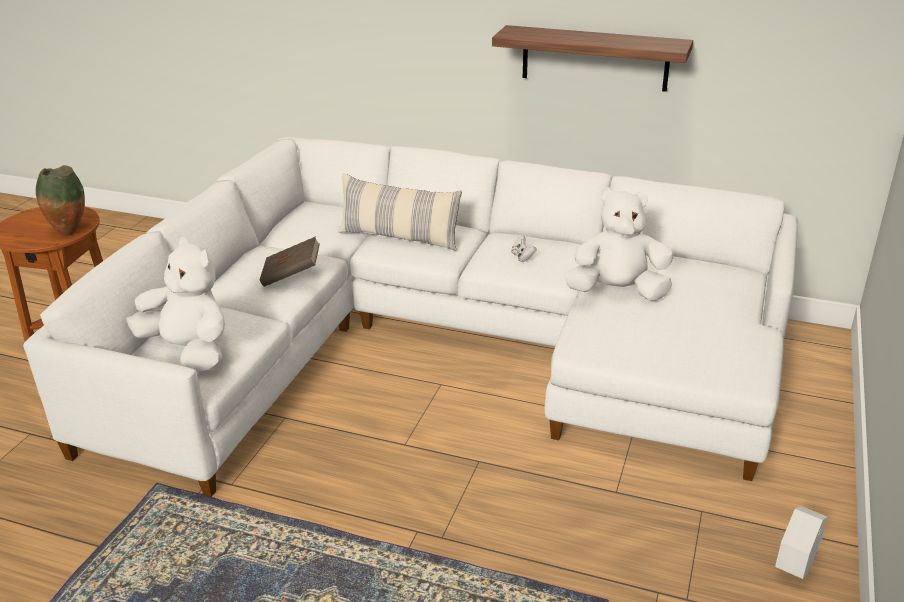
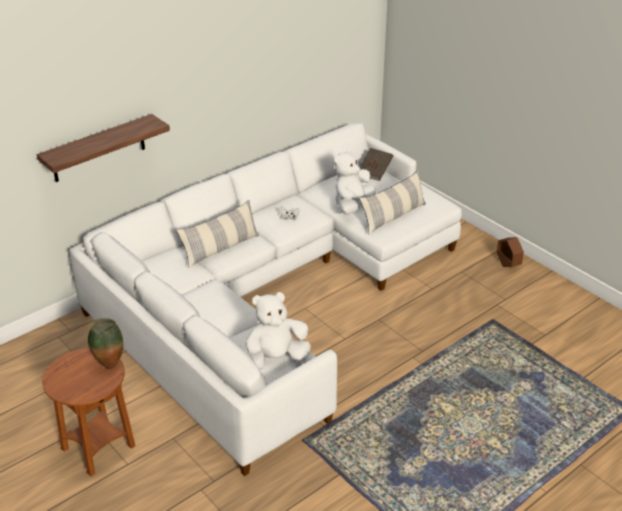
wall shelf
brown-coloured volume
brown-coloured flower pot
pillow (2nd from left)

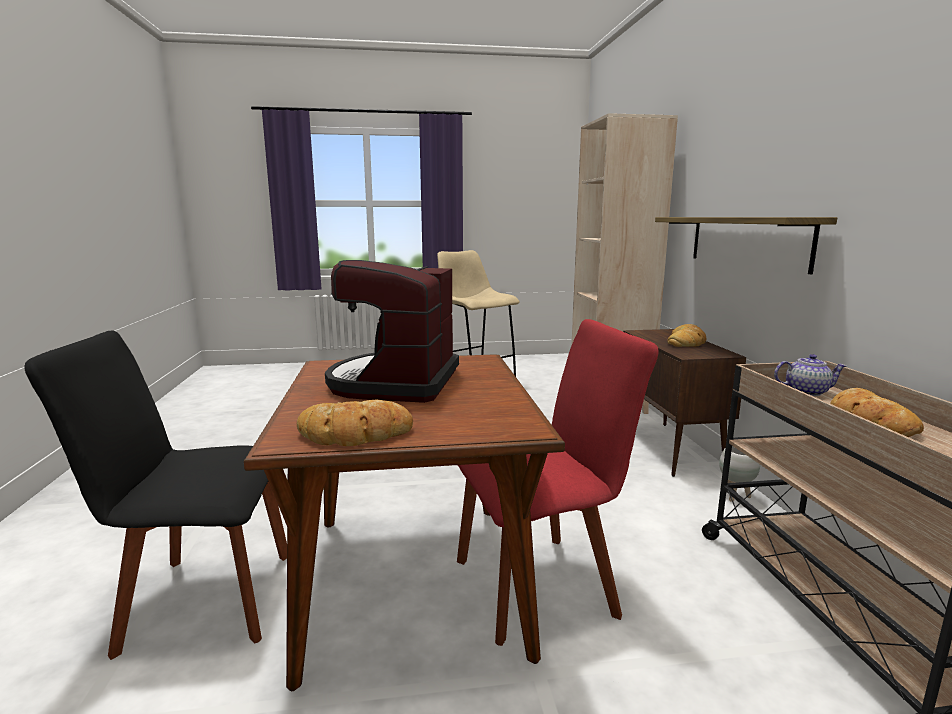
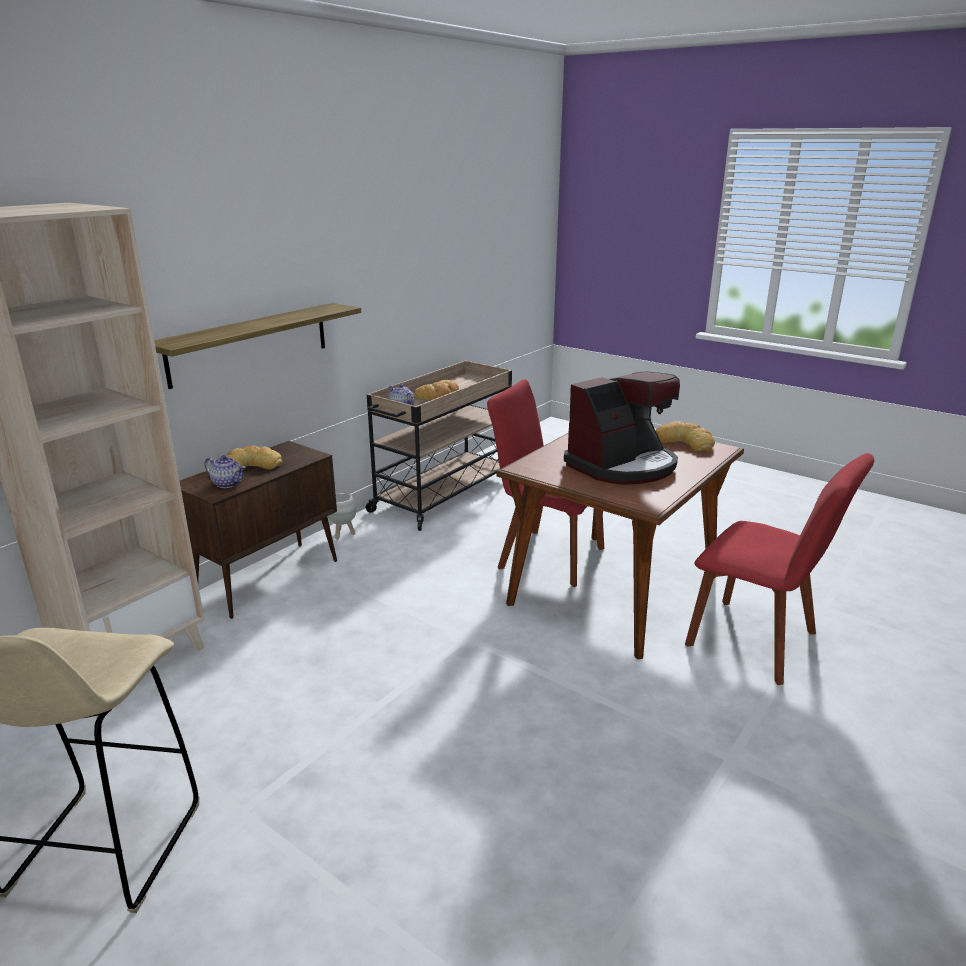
reddish plain chair (2nd from left)
teapot (1st from left)

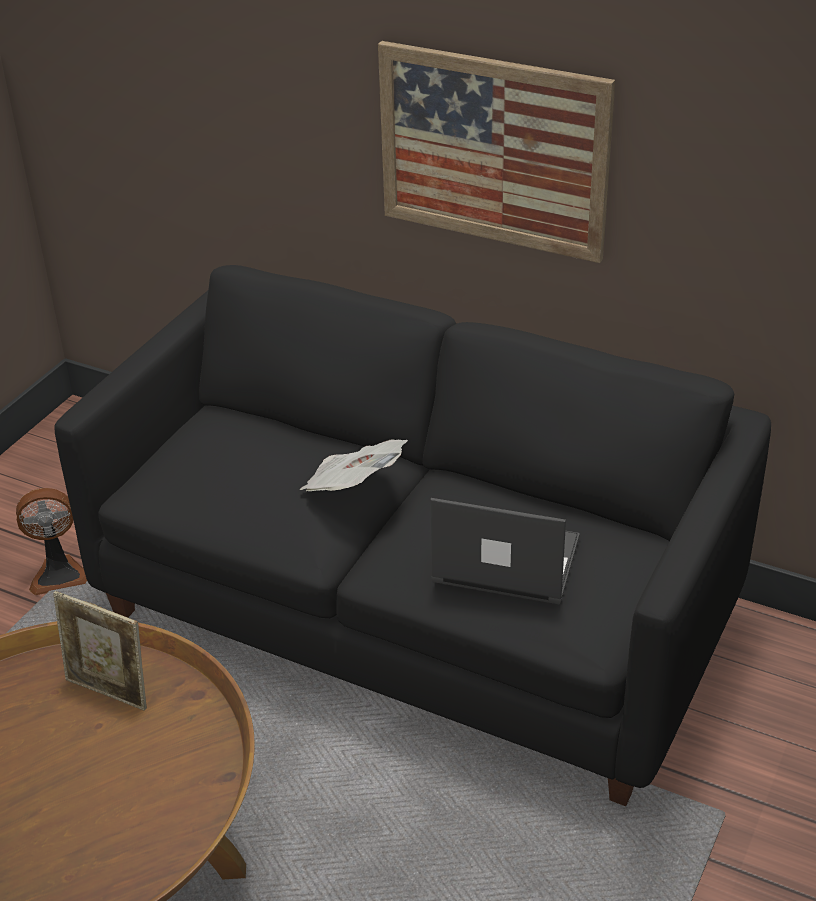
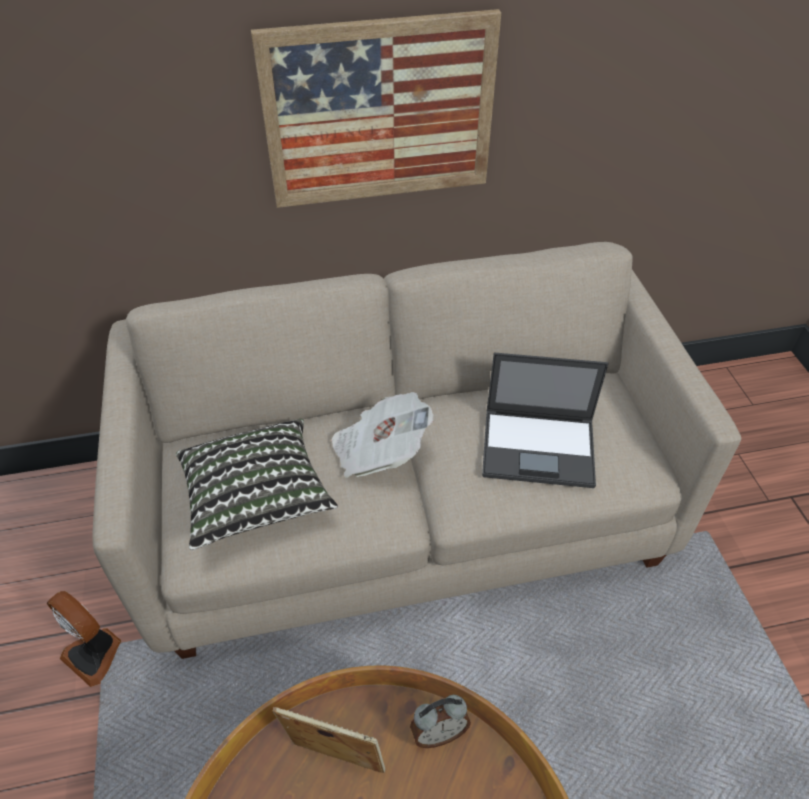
beige settee
cooling fan
laptop
picture frame
pillow
bedside clock

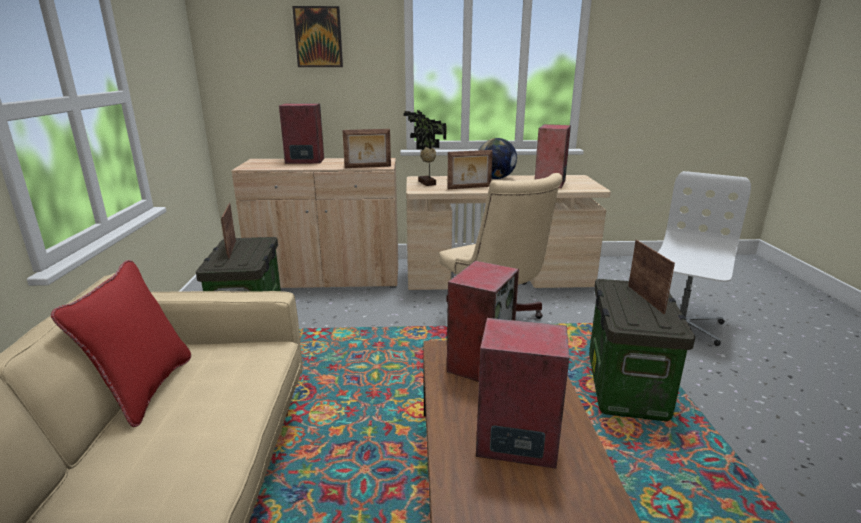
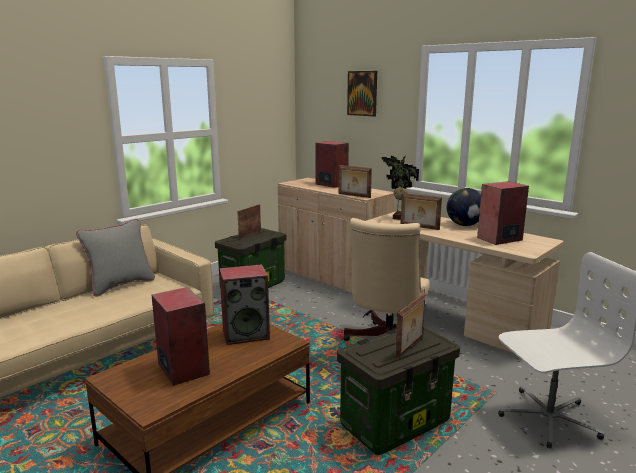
gray pillow

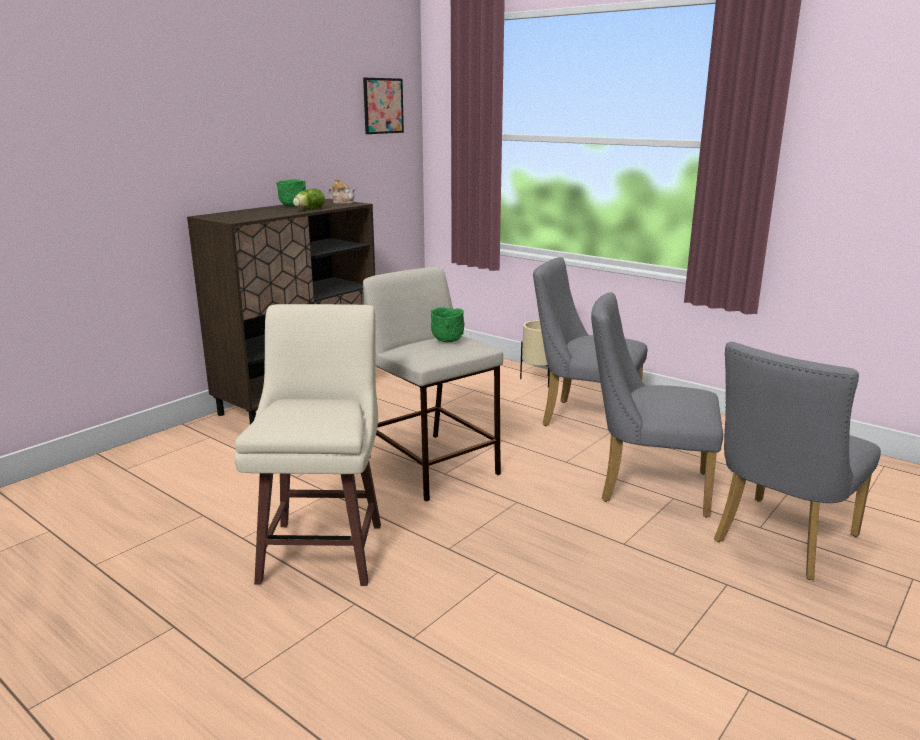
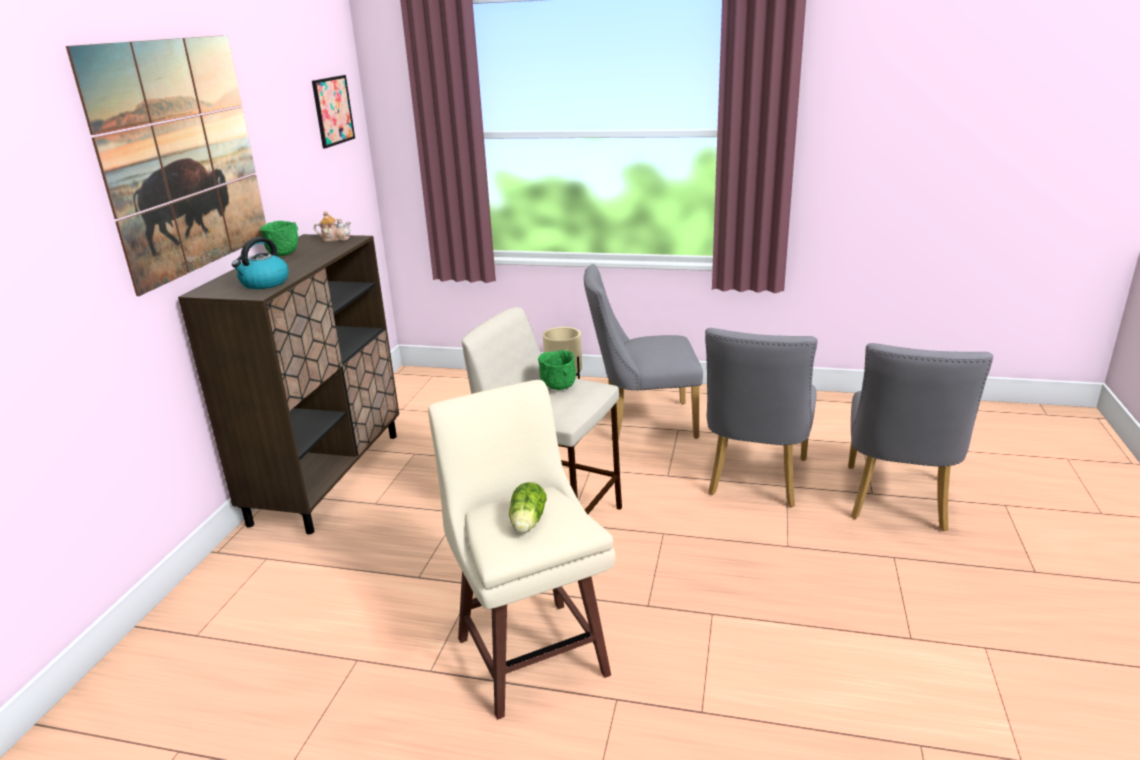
head of lettuce
gray plain chair (2nd from left)
picture (1st from left)
tea kettle

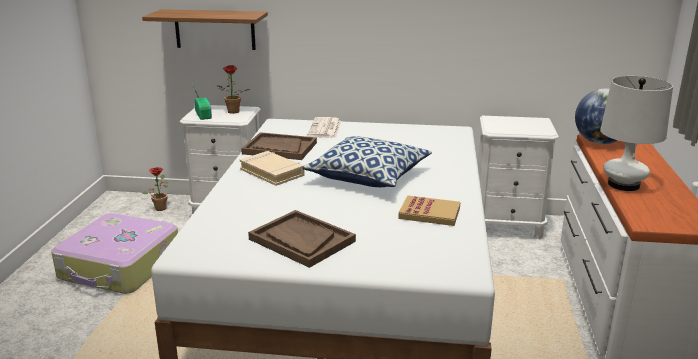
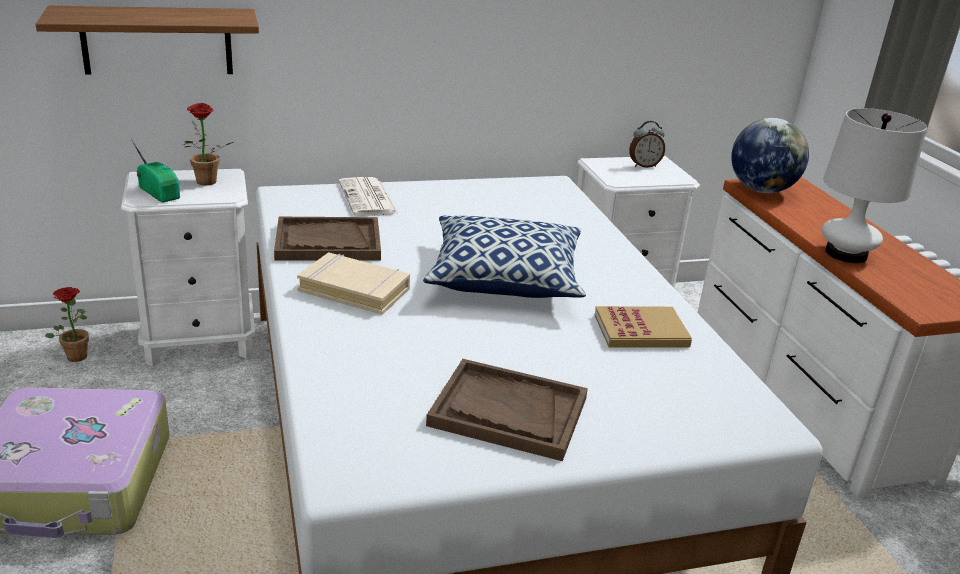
bedside clock

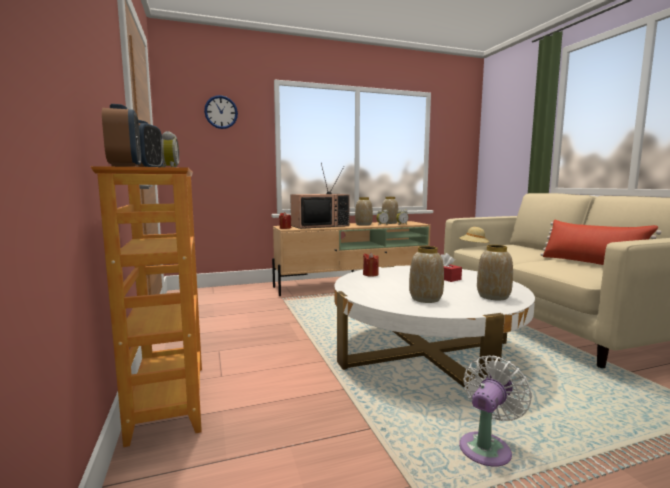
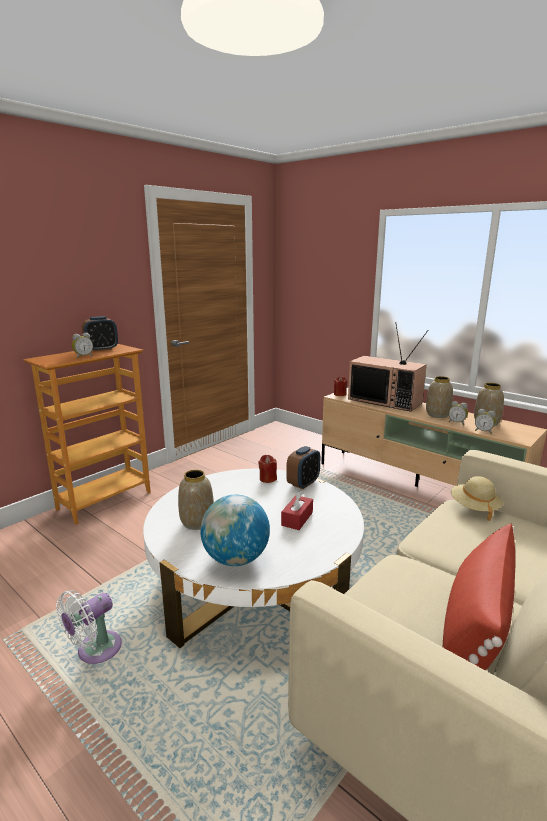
wall clock
bedside clock (3rd from left)
desk globe
whitish cooling fan

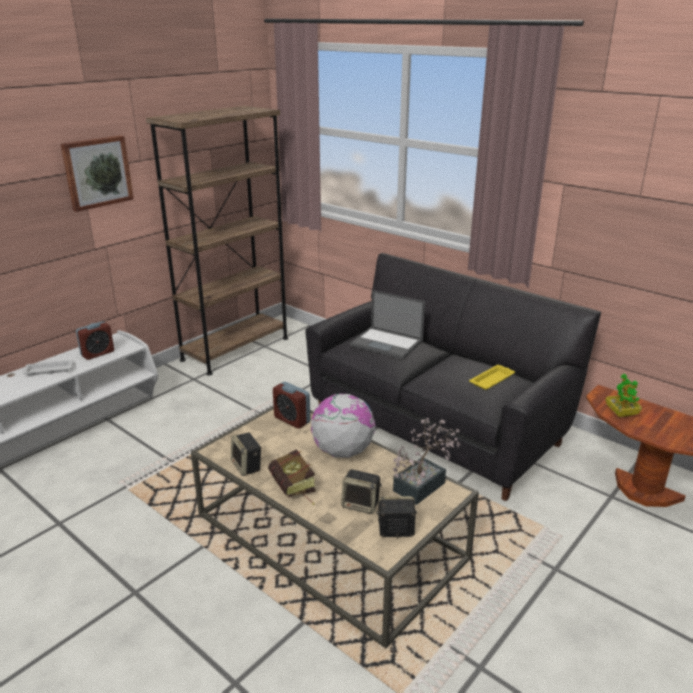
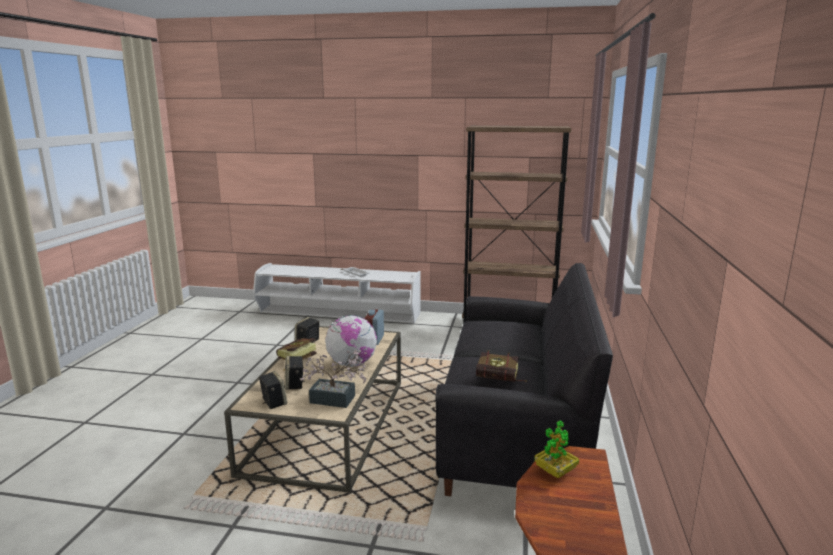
picture
laptop
bedside clock (1st from left in the first image)
volume (2nd from left)

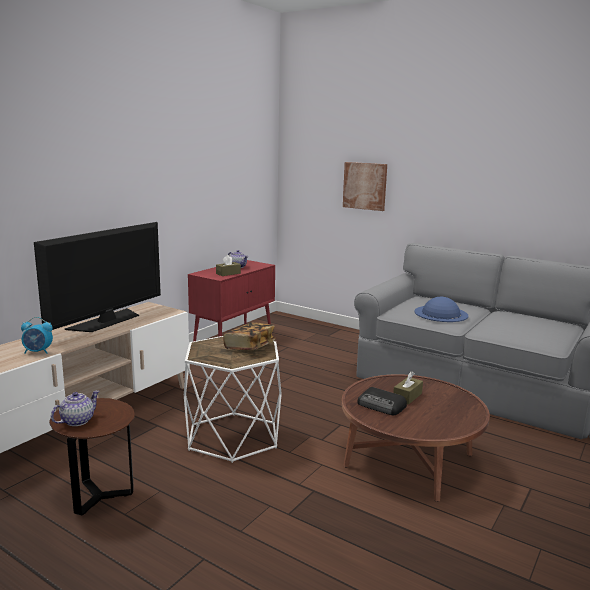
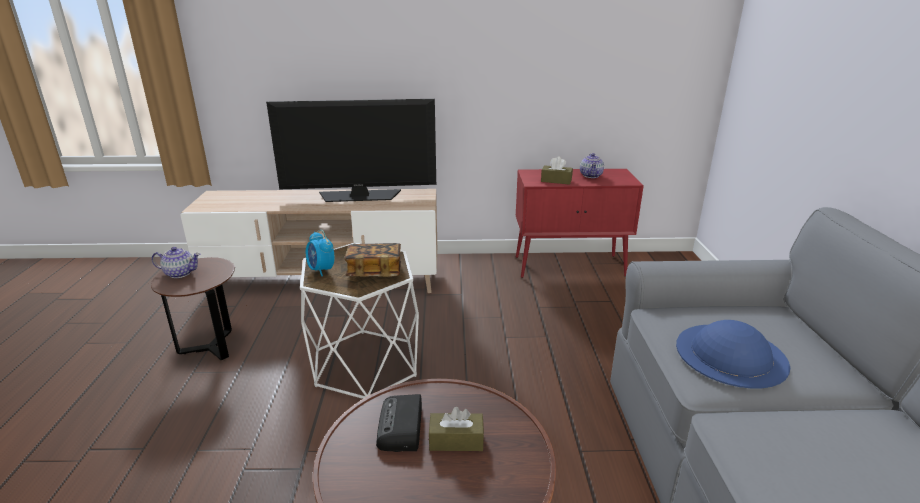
picture
bedside clock

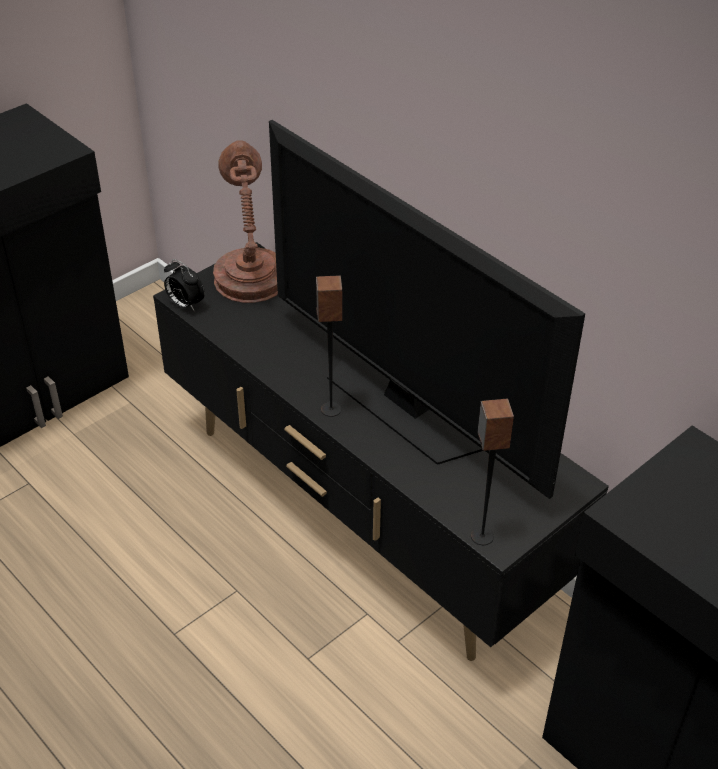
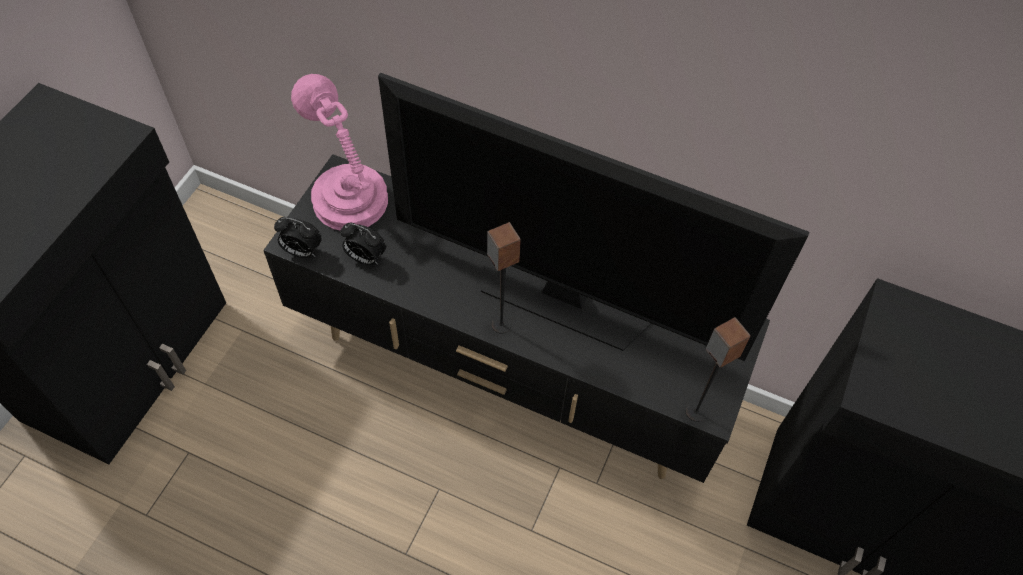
pinkish tabletop lamp
bedside clock (2nd from left)

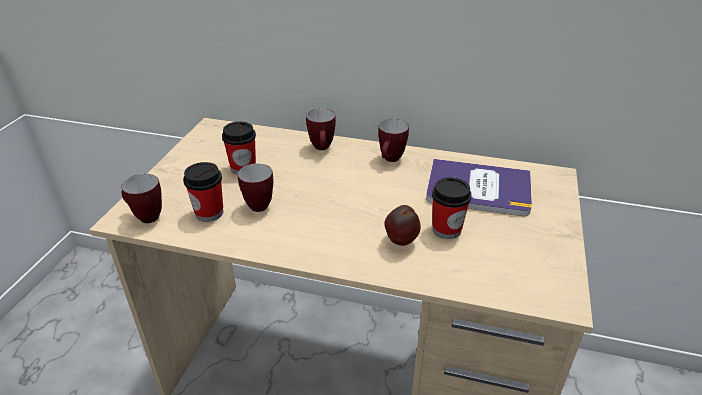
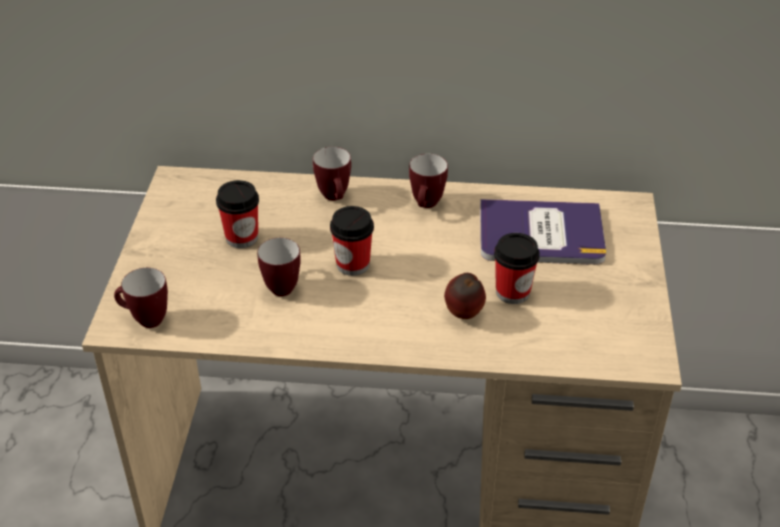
small cup (2nd from left)

